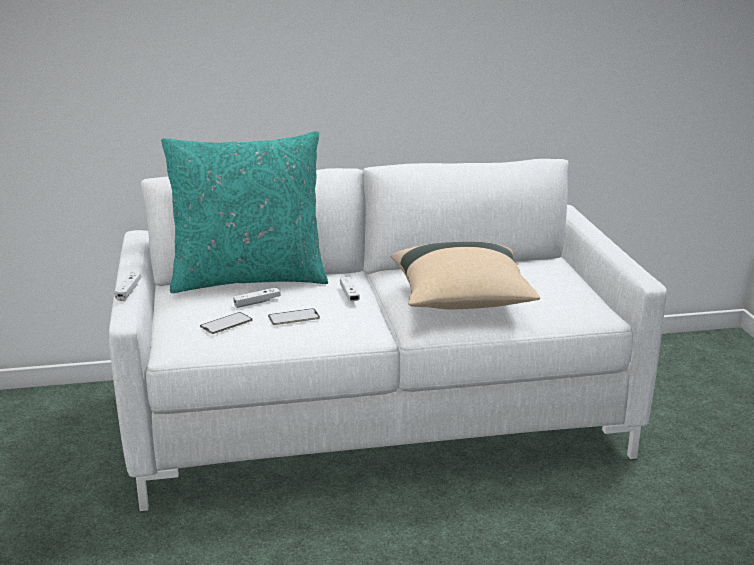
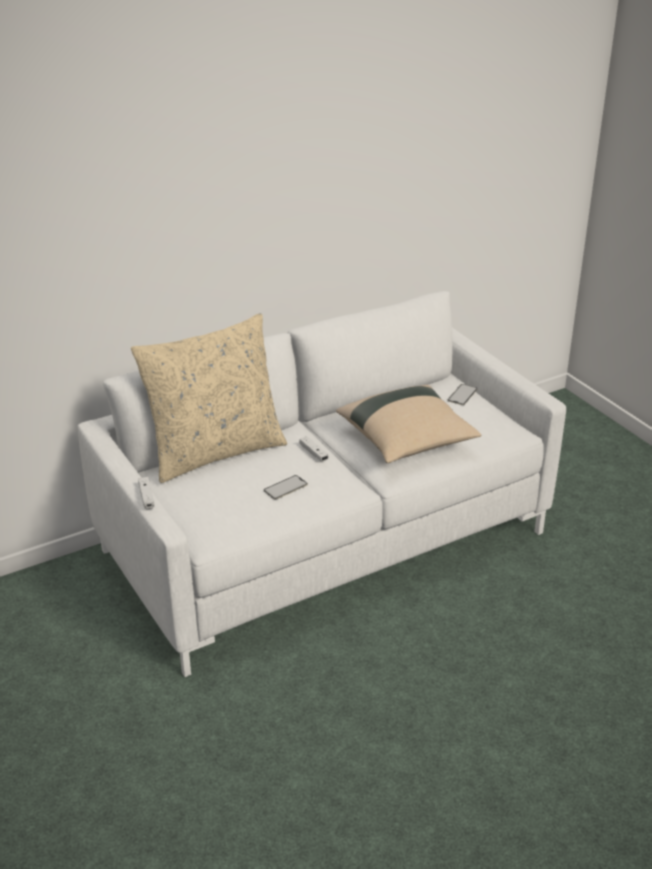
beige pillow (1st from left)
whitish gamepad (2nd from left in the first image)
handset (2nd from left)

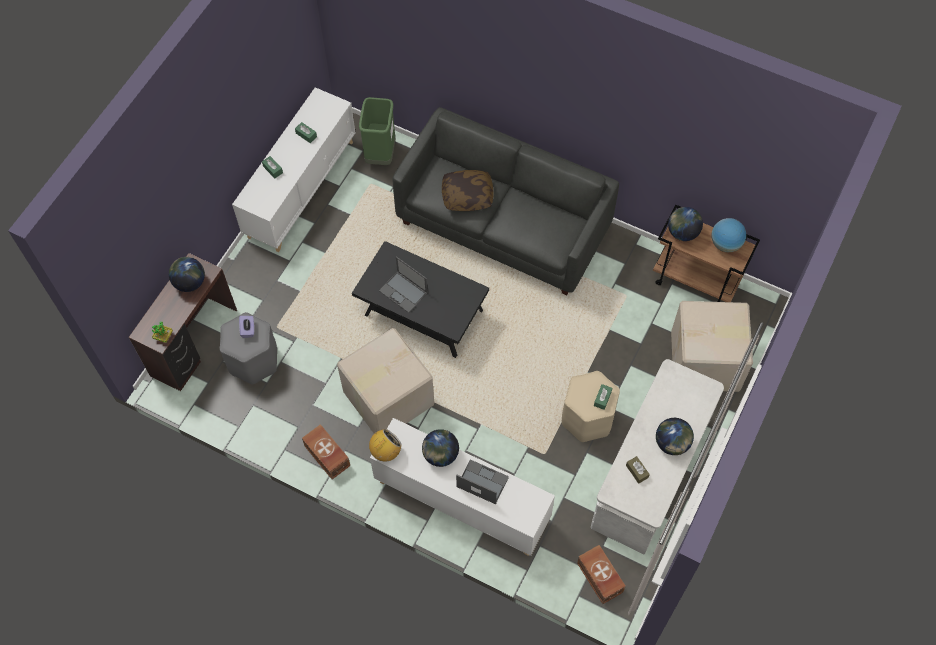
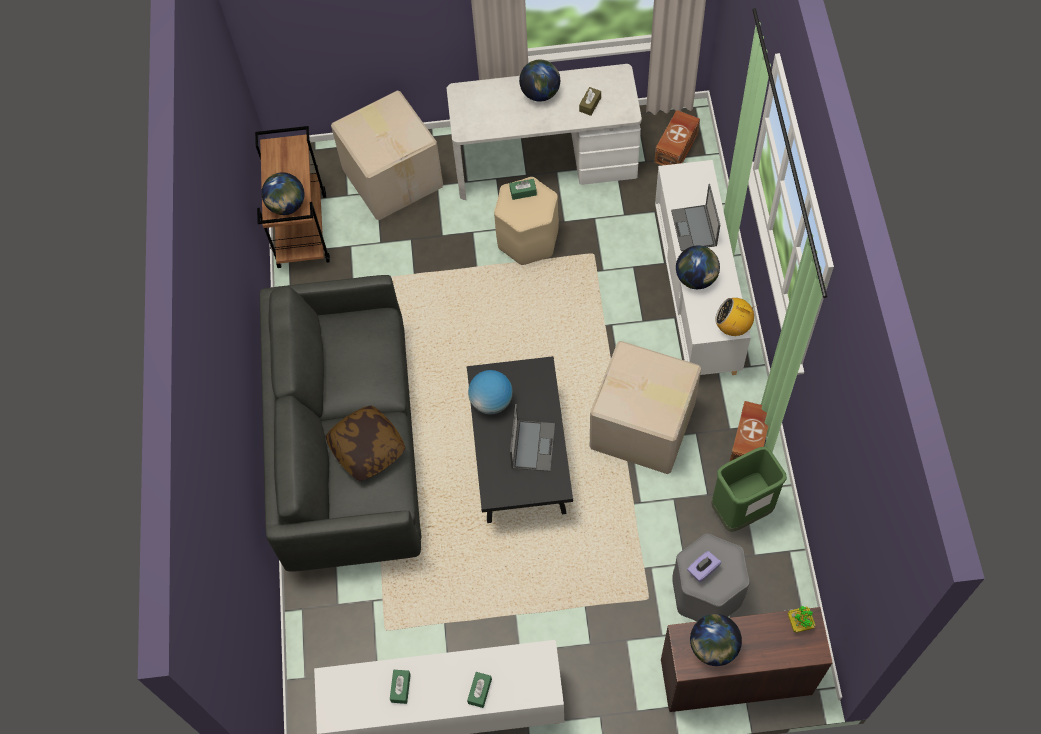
green waste bin
desk globe (2nd from left)

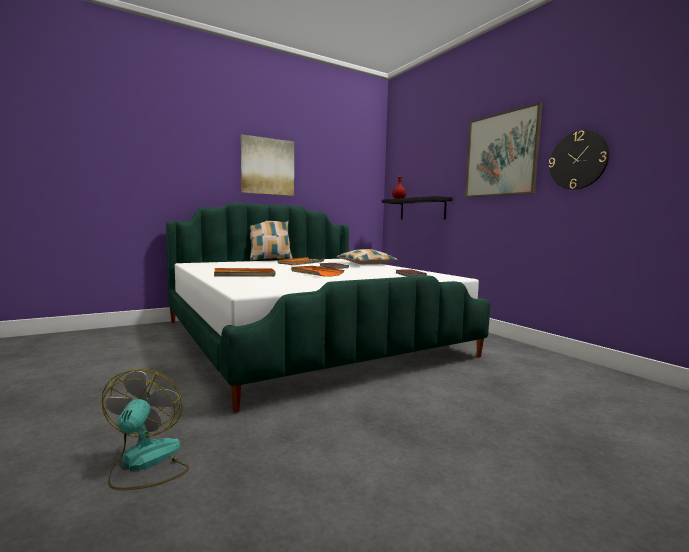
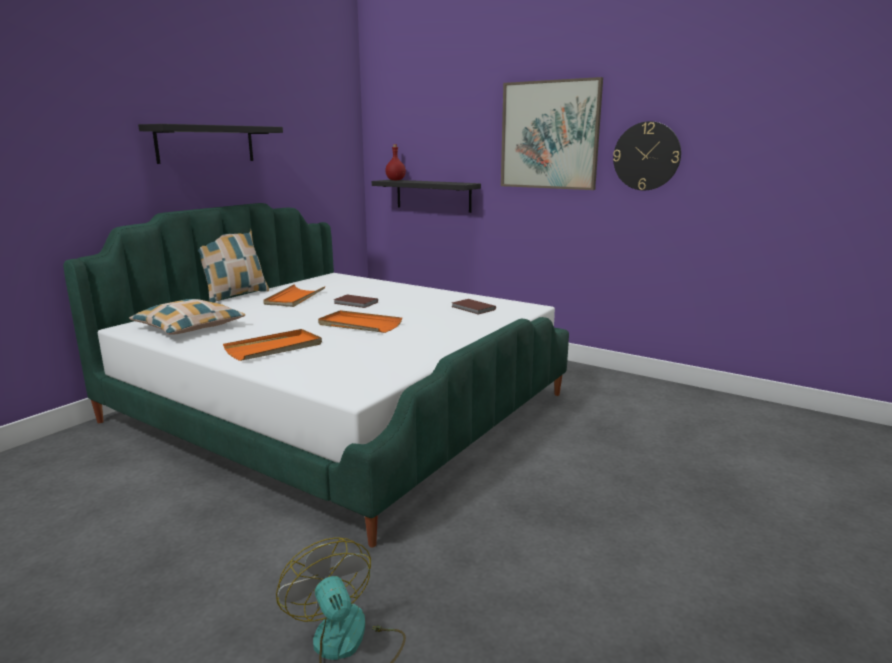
black wall shelf (1st from left)
pillow (1st from left)

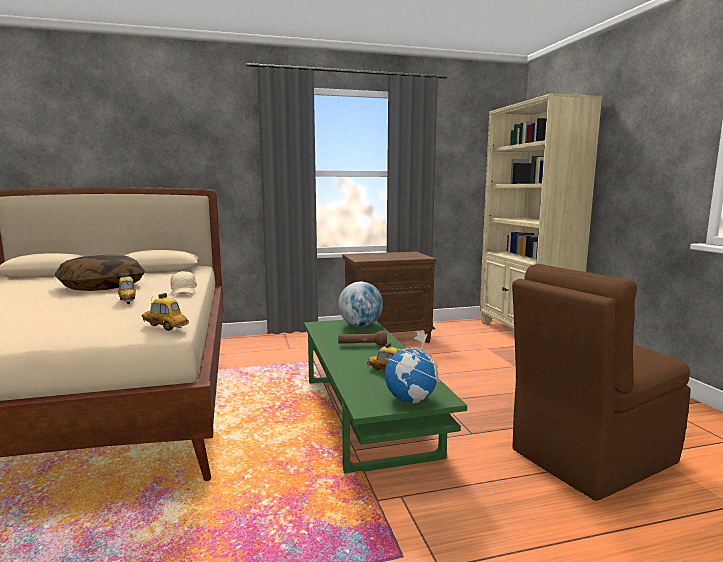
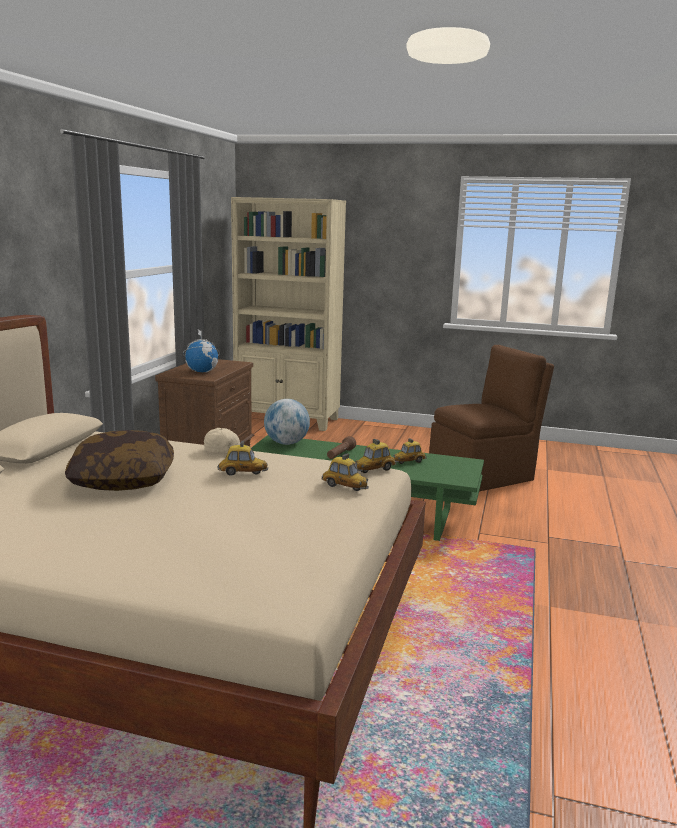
brown-coloured plain chair
desk globe (1st from left)
model car (2nd from left)

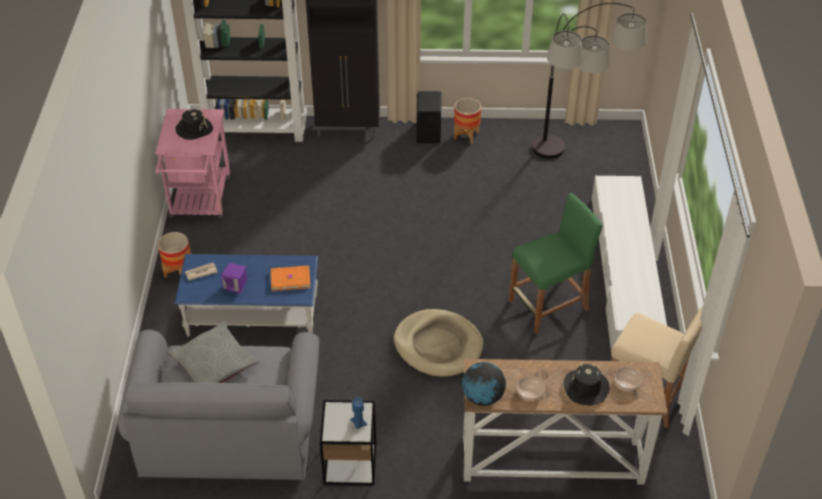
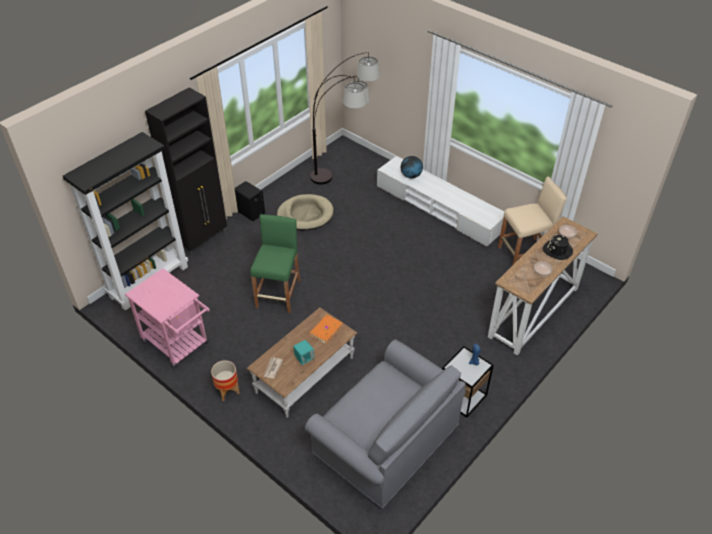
flower pot (2nd from left in the first image)
black hat (1st from left in the first image)
green sitting stool
brown-coloured low table
blue-green loudspeaker
beige pet bed
gray pillow
desk globe

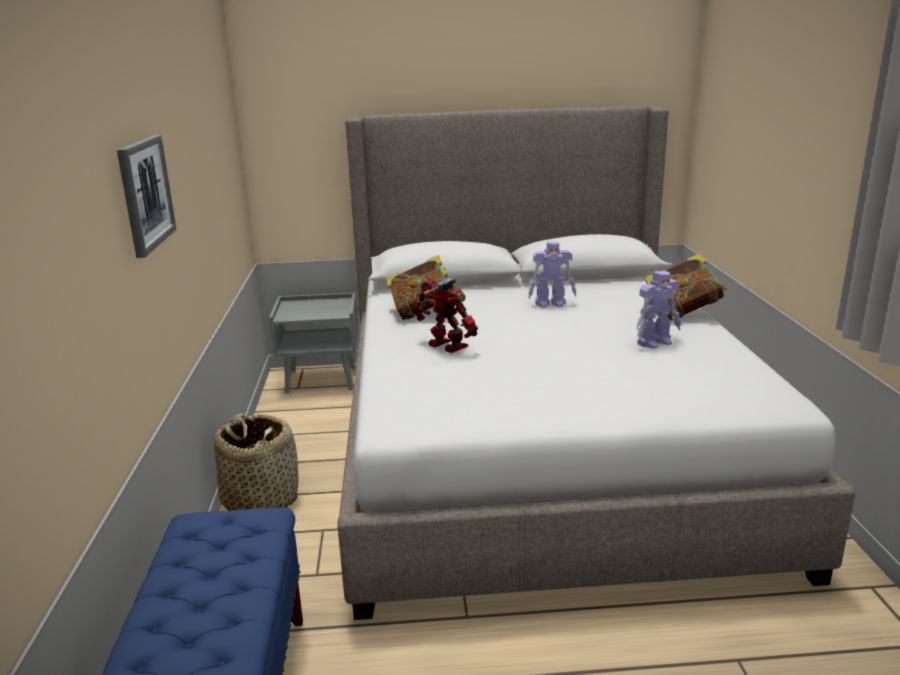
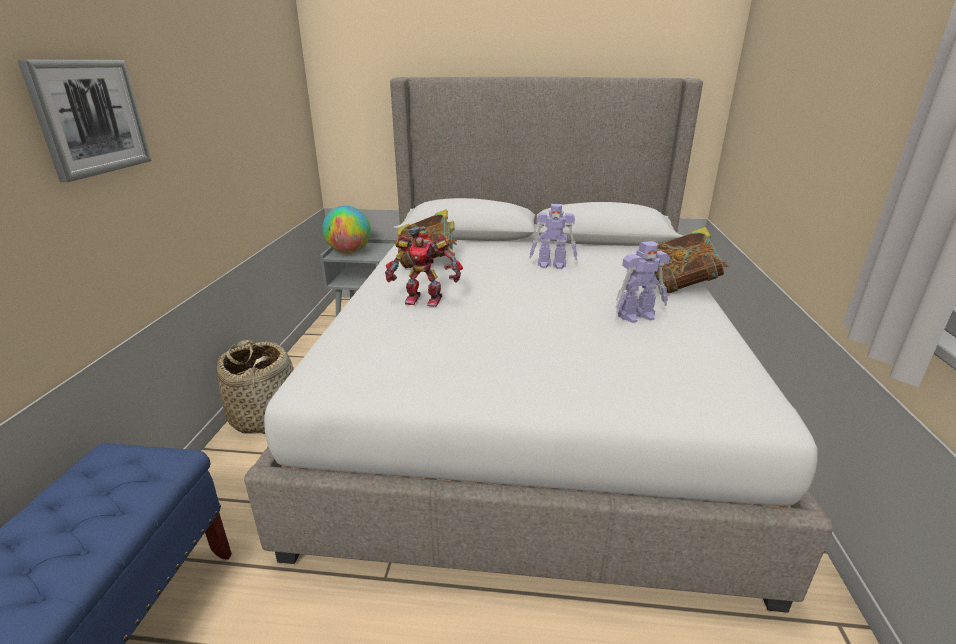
robot figure (1st from left)
desk globe

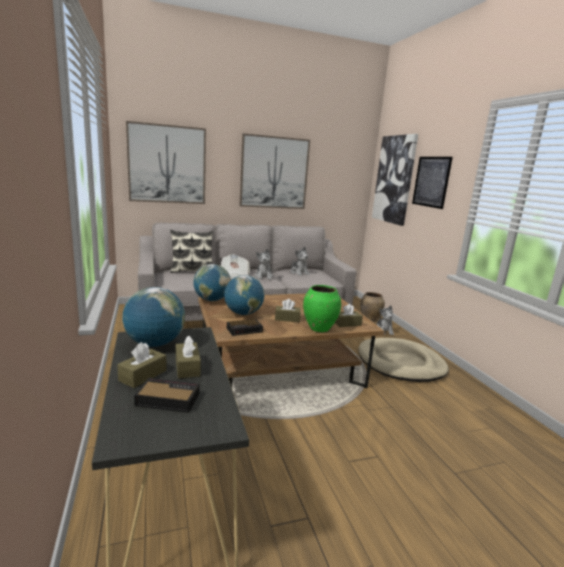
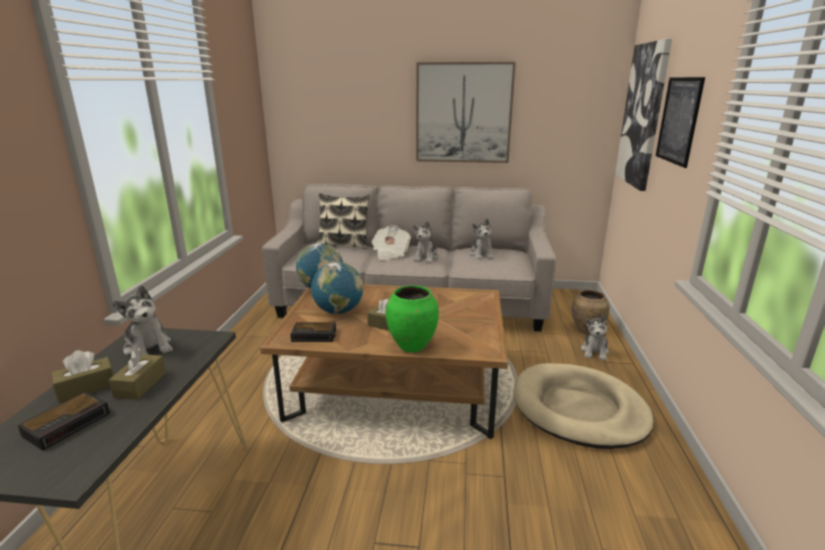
picture (1st from left in the first image)
soft toy (1st from left)
brown-coloured tissue holder (4th from left in the first image)
bedside clock (1st from left)

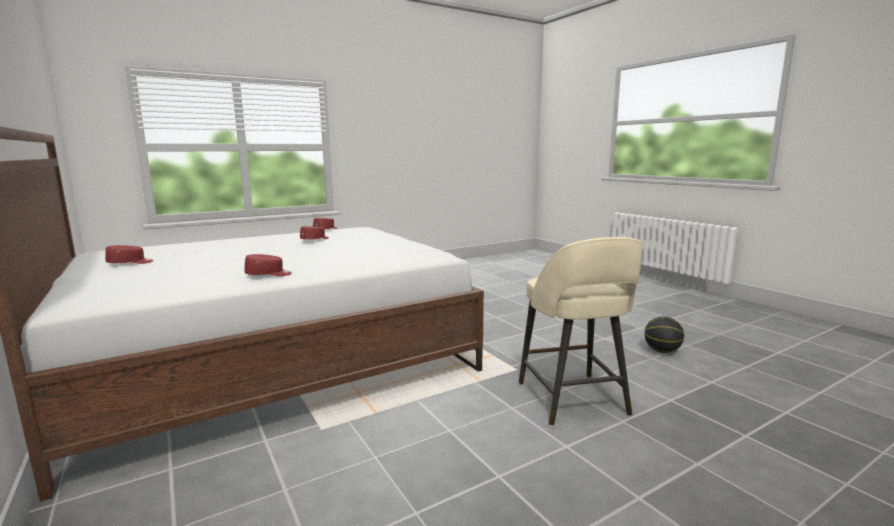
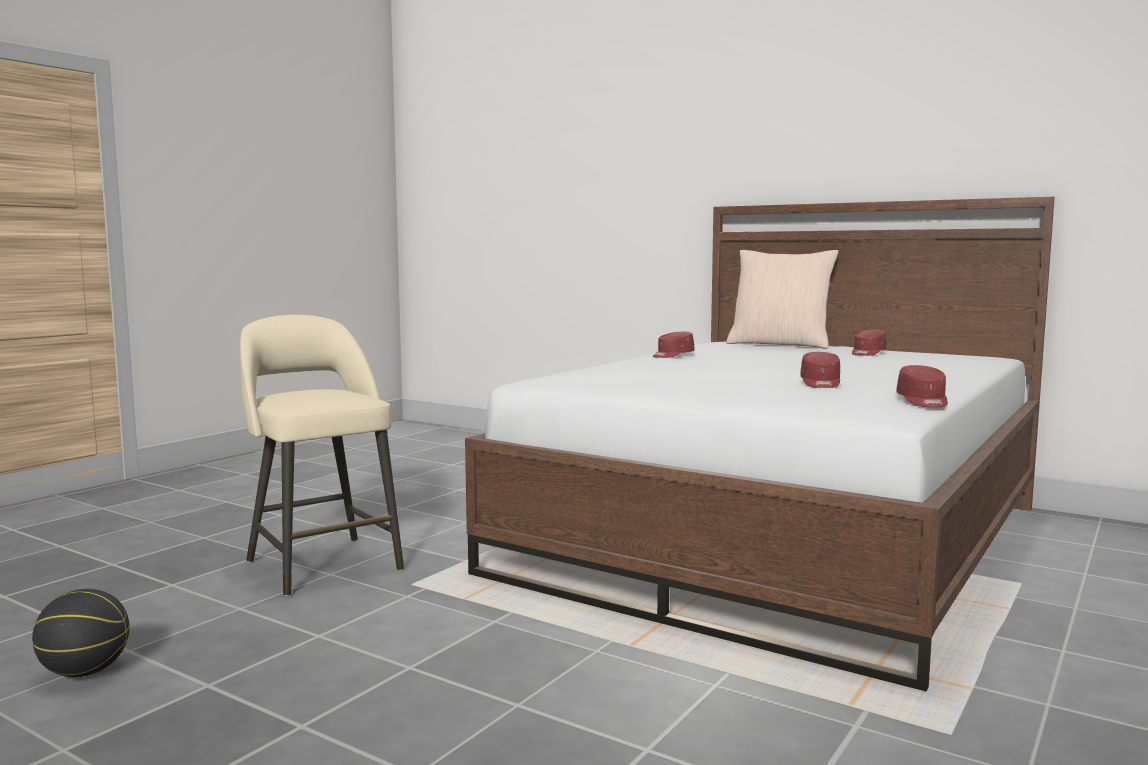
beige pillow

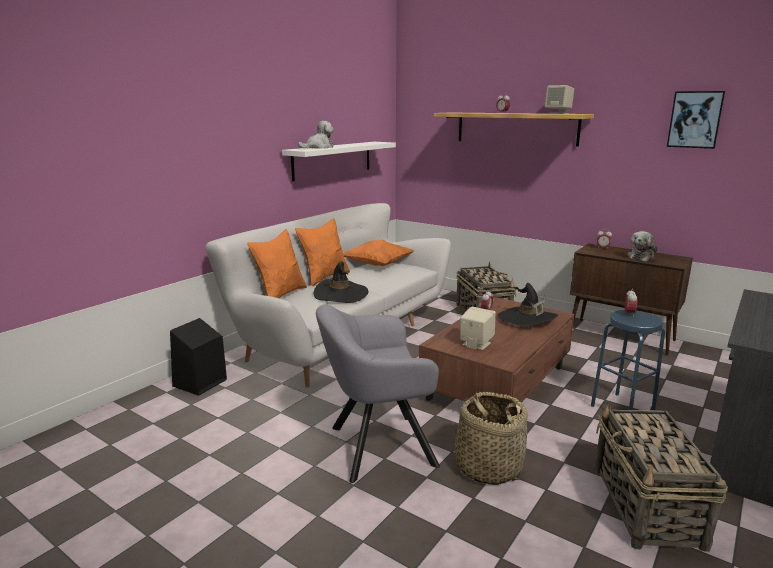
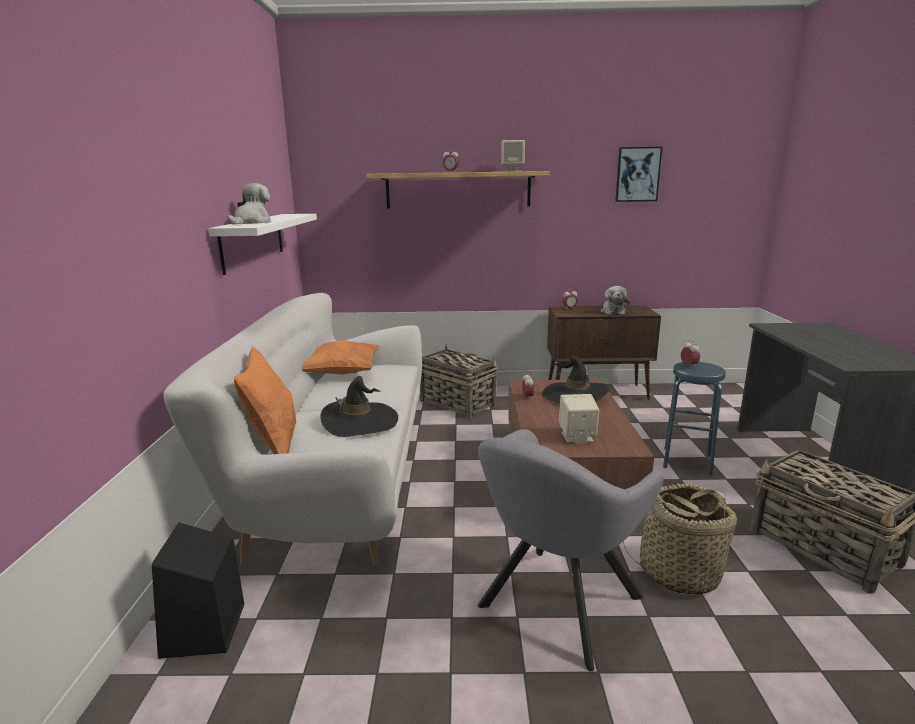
orange-coloured pillow (2nd from left in the first image)

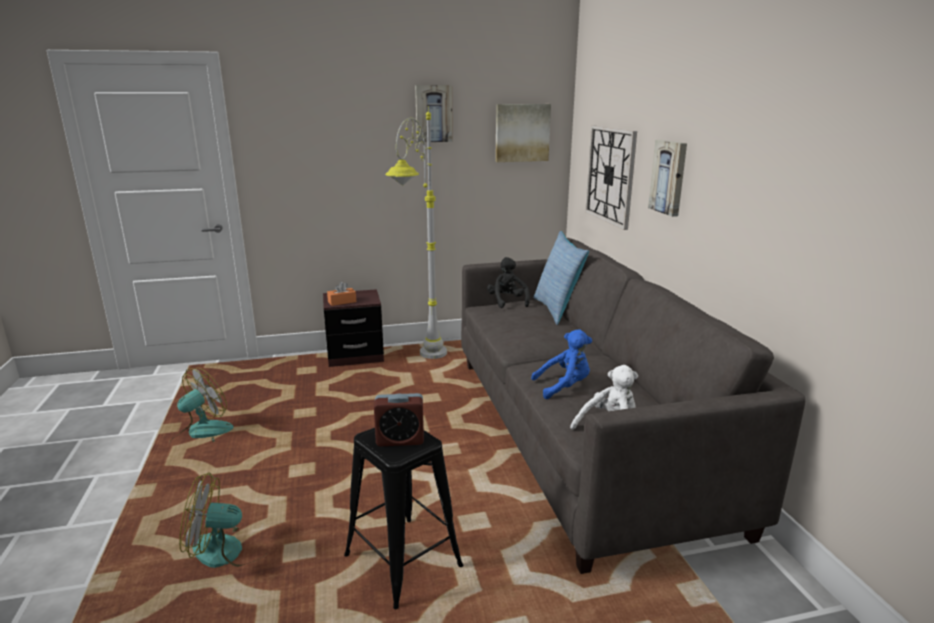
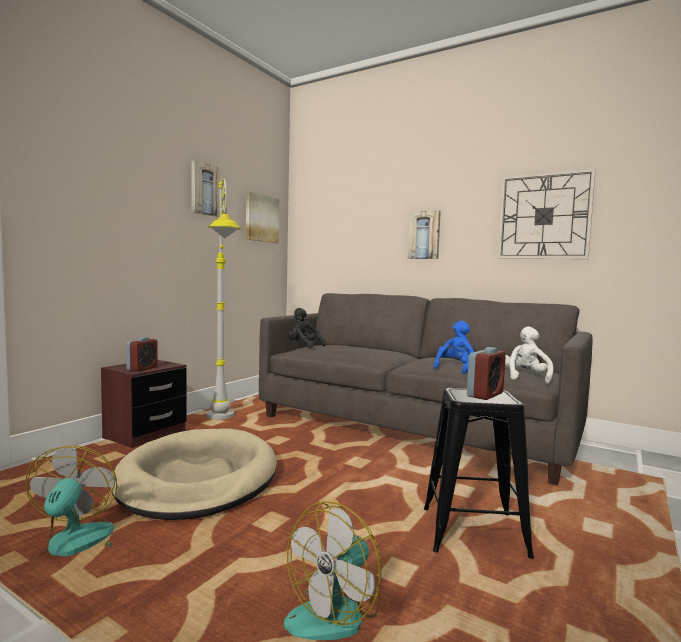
wall clock
pillow
bedside clock (1st from left)
beige pet bed

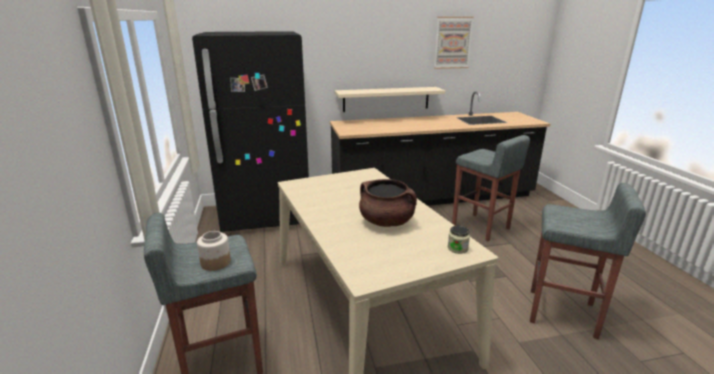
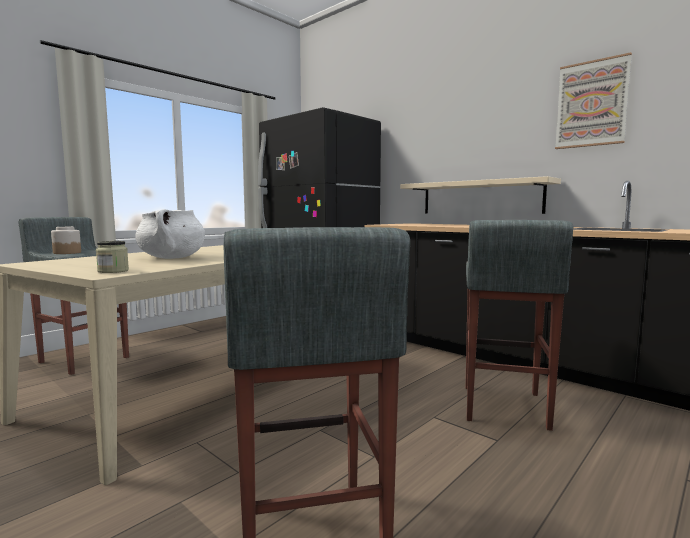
whitish stockpot

